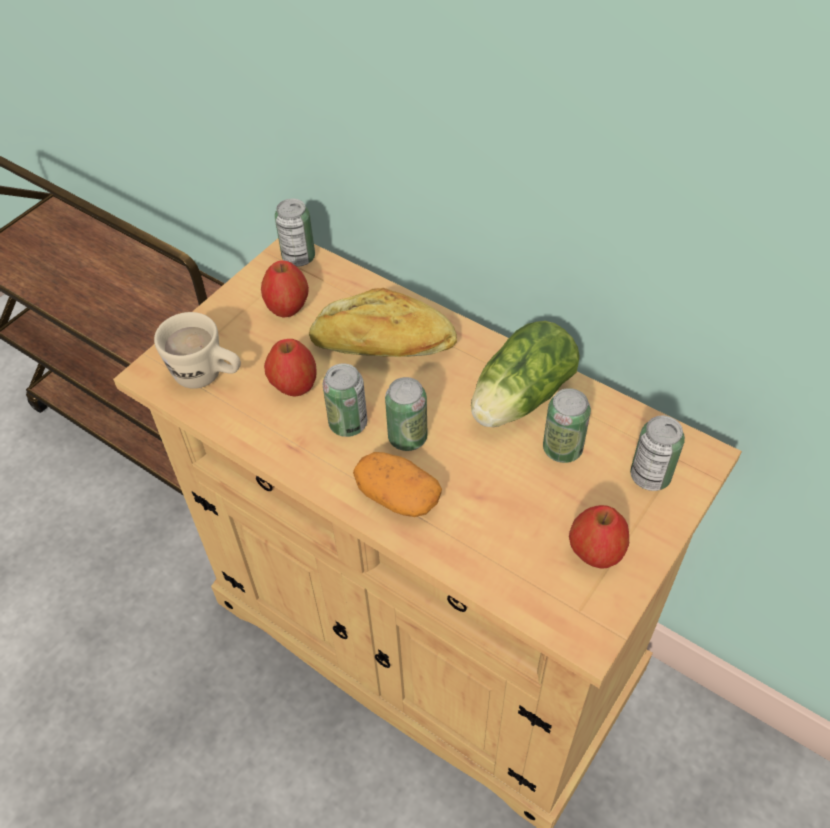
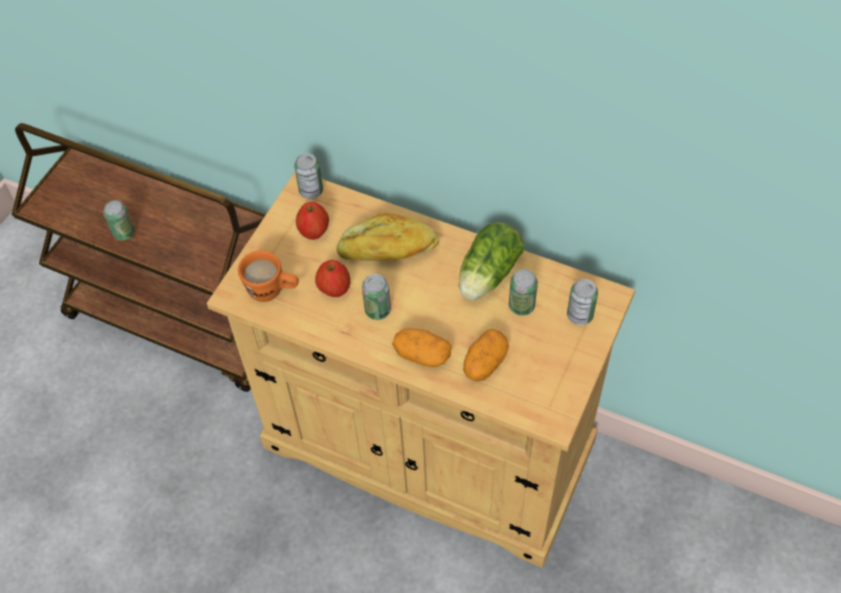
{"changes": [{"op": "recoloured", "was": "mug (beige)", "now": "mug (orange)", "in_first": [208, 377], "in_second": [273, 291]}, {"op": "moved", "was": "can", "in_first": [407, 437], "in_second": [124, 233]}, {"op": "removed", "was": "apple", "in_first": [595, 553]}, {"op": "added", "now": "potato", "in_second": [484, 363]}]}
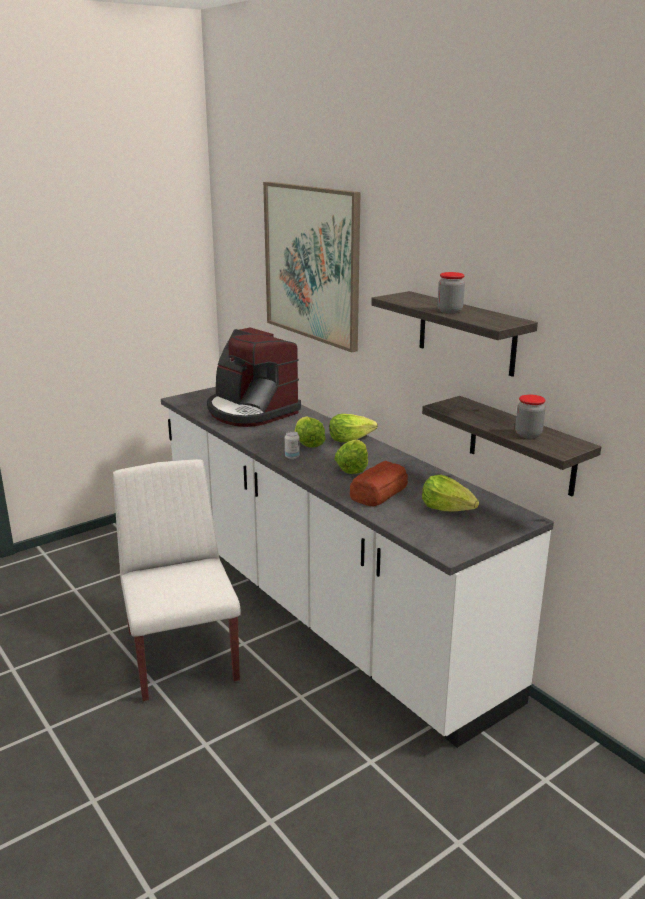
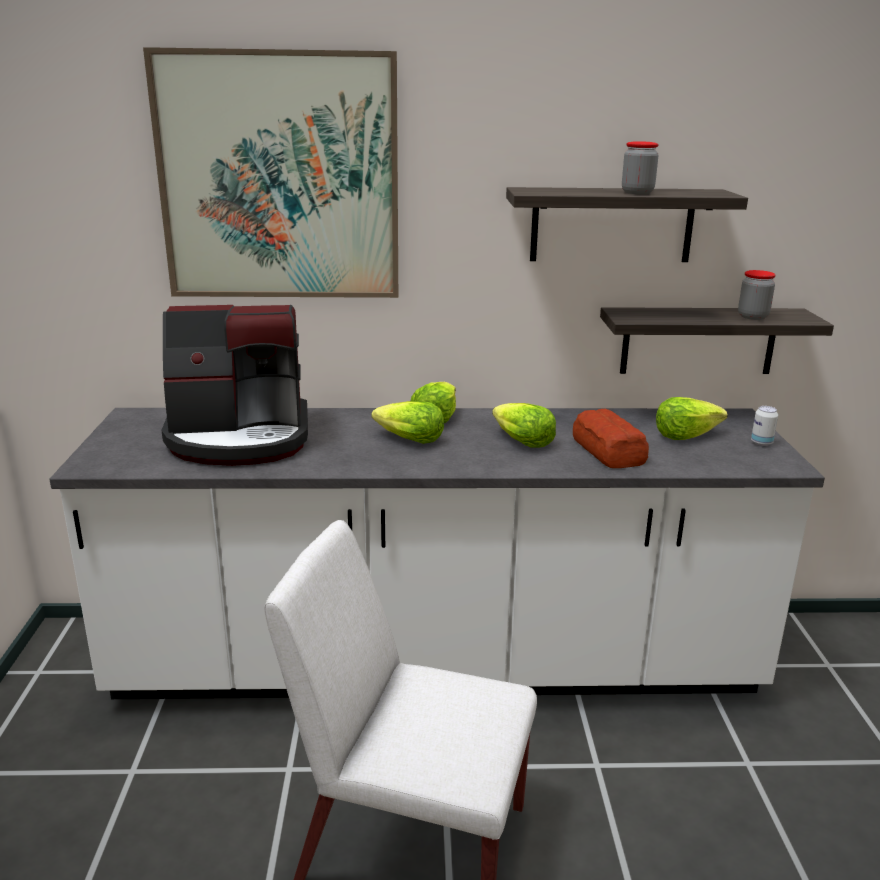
{"changes": [{"op": "moved", "was": "can", "in_first": [292, 457], "in_second": [761, 443]}]}
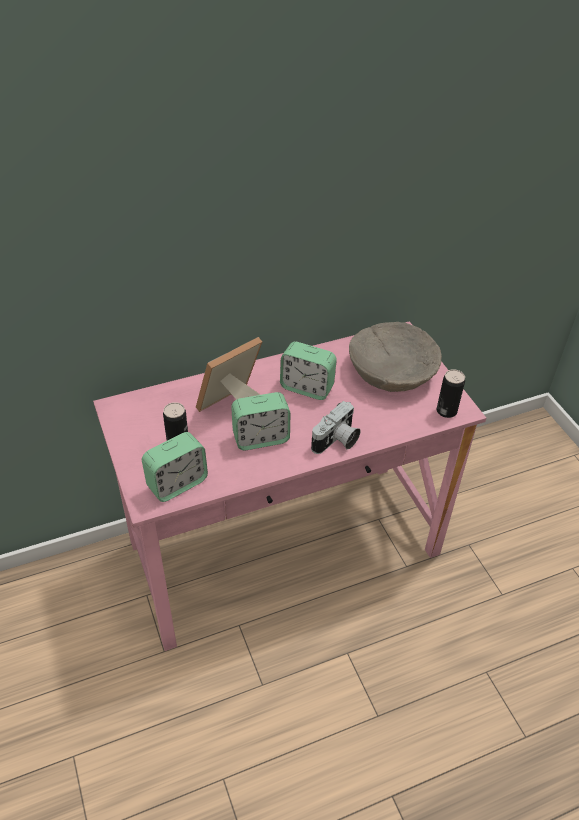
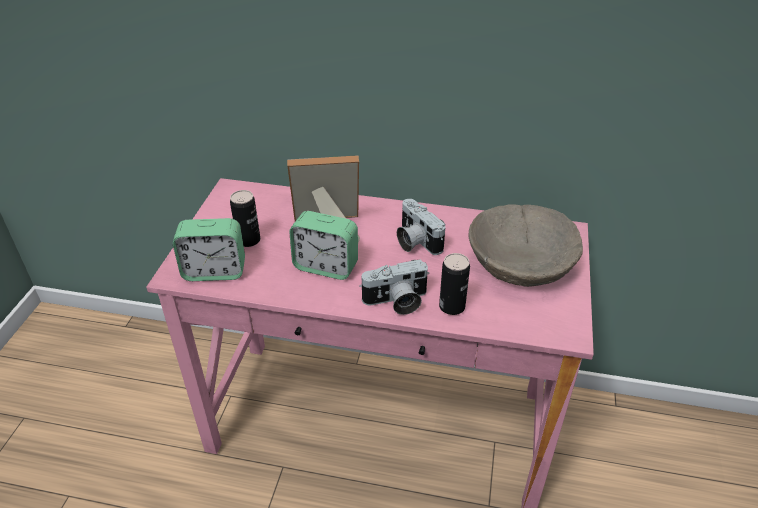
{"changes": [{"op": "replaced", "was": "alarm clock", "now": "photo camera", "in_first": [307, 387], "in_second": [415, 241]}, {"op": "moved", "was": "can", "in_first": [446, 411], "in_second": [452, 306]}]}
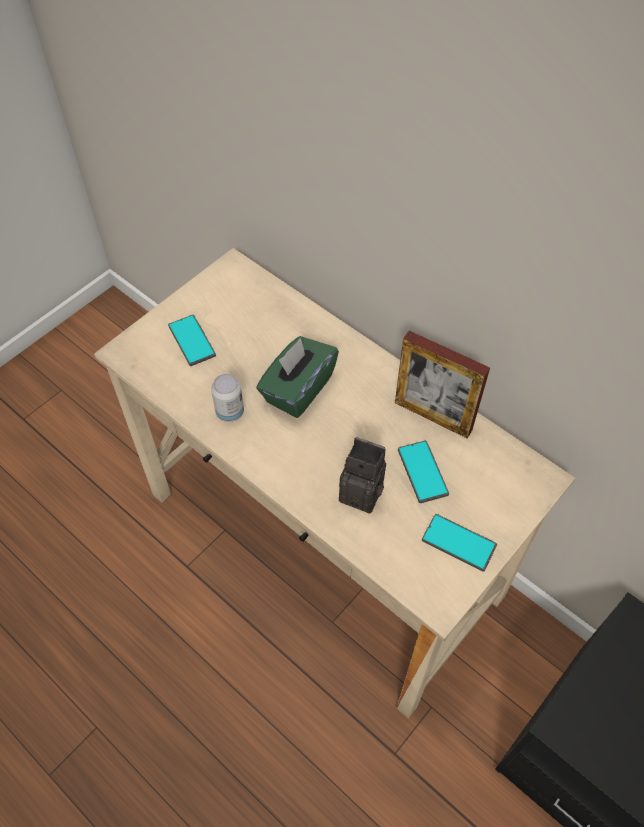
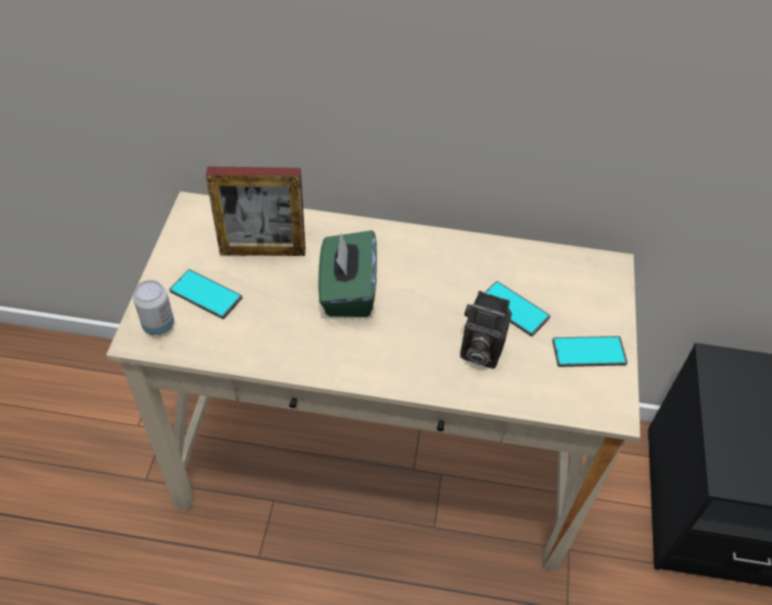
{"changes": [{"op": "moved", "was": "picture frame", "in_first": [433, 416], "in_second": [262, 251]}, {"op": "moved", "was": "can", "in_first": [230, 412], "in_second": [158, 325]}, {"op": "turned", "was": "photo camera", "in_first": [364, 492], "in_second": [478, 351], "clockwise": -150}]}
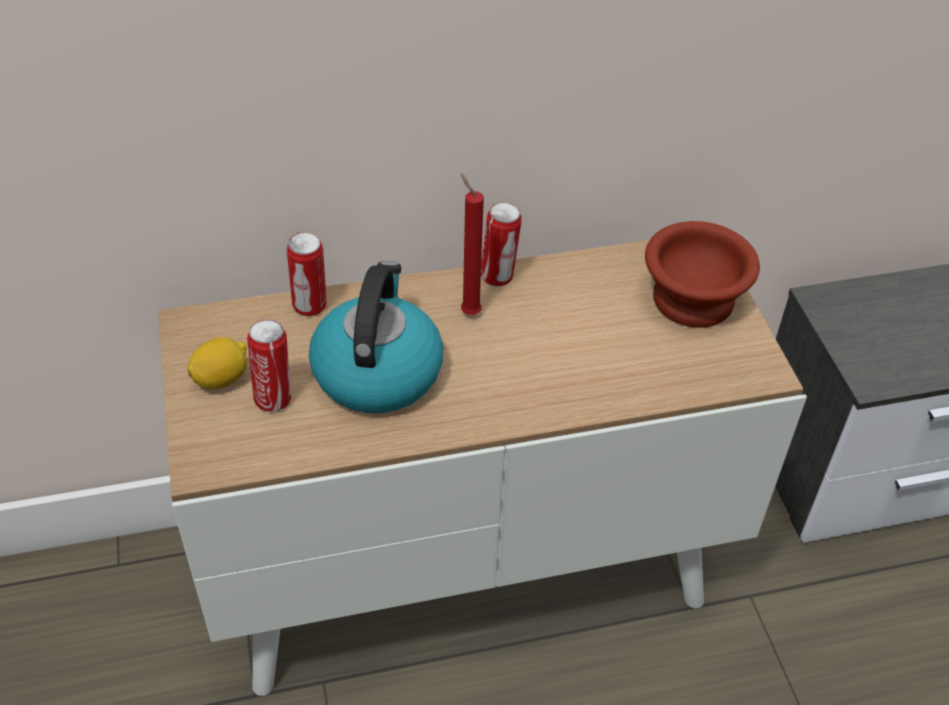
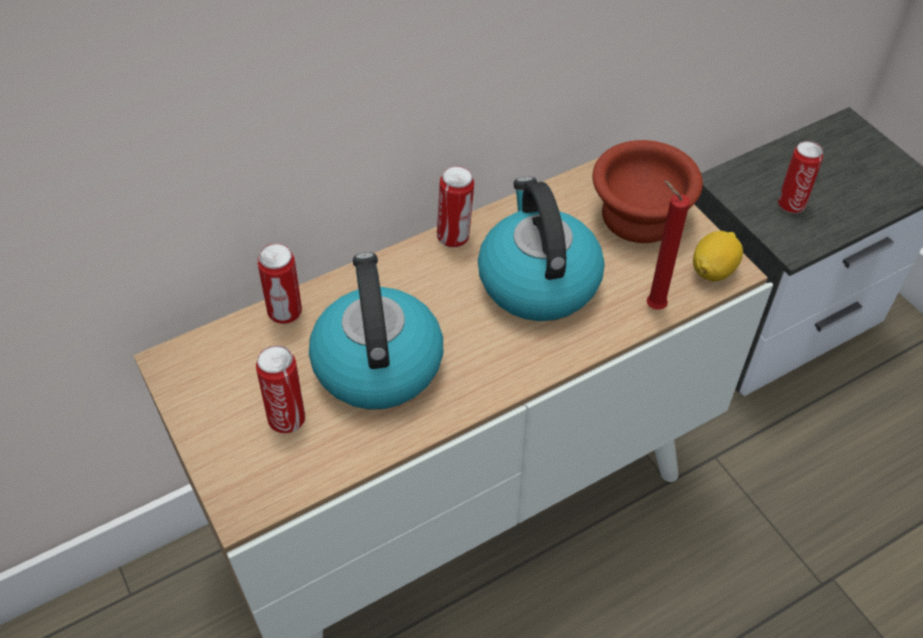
{"changes": [{"op": "moved", "was": "candle (red)", "in_first": [468, 311], "in_second": [652, 305]}, {"op": "moved", "was": "lemon", "in_first": [221, 378], "in_second": [713, 270]}, {"op": "added", "now": "can", "in_second": [791, 203]}, {"op": "added", "now": "kettle", "in_second": [537, 280]}]}
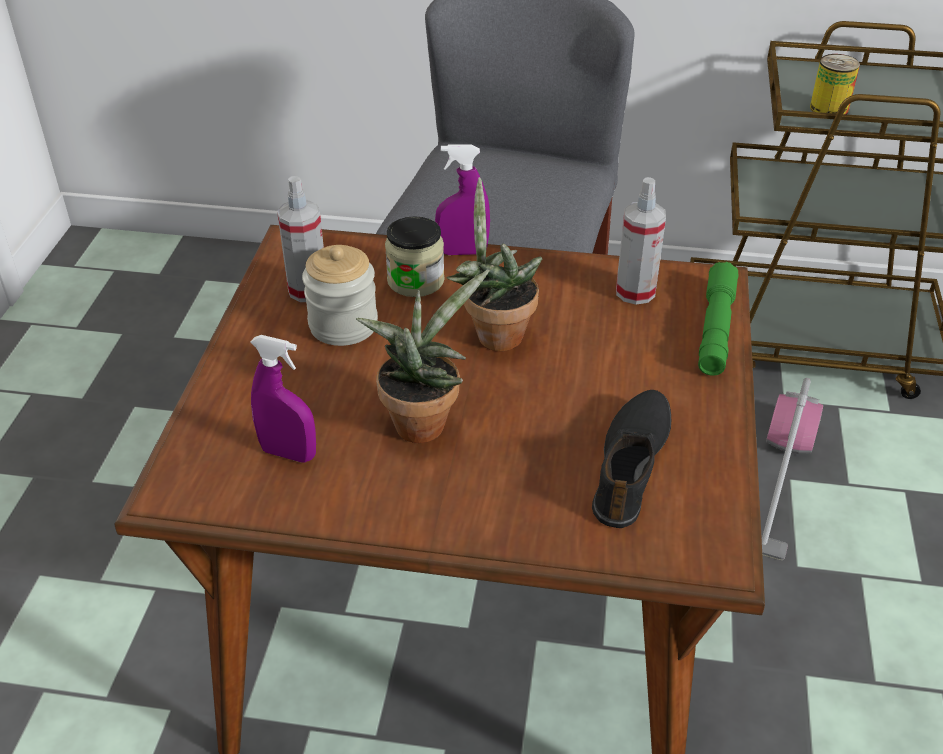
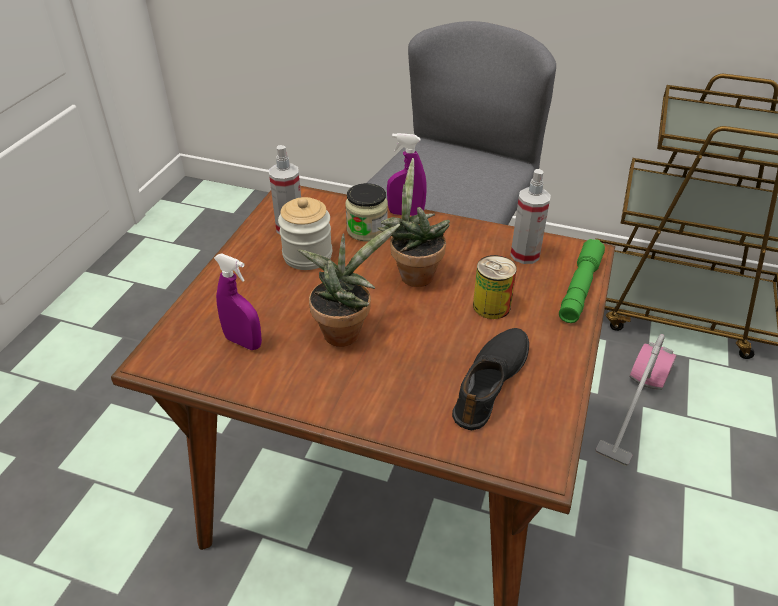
{"changes": [{"op": "moved", "was": "can", "in_first": [829, 109], "in_second": [491, 306]}]}
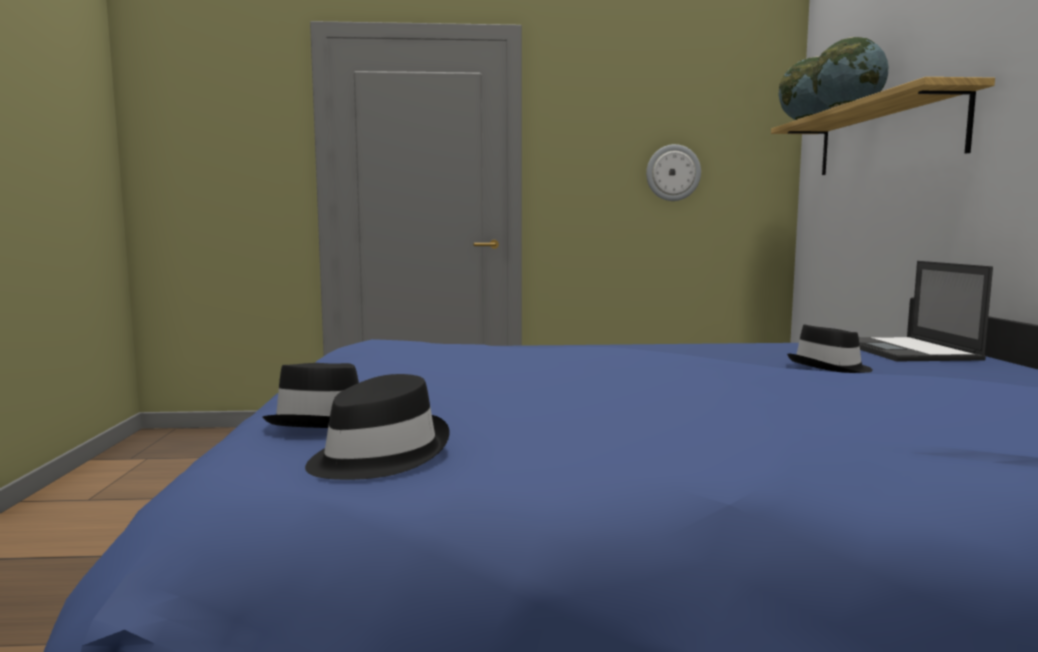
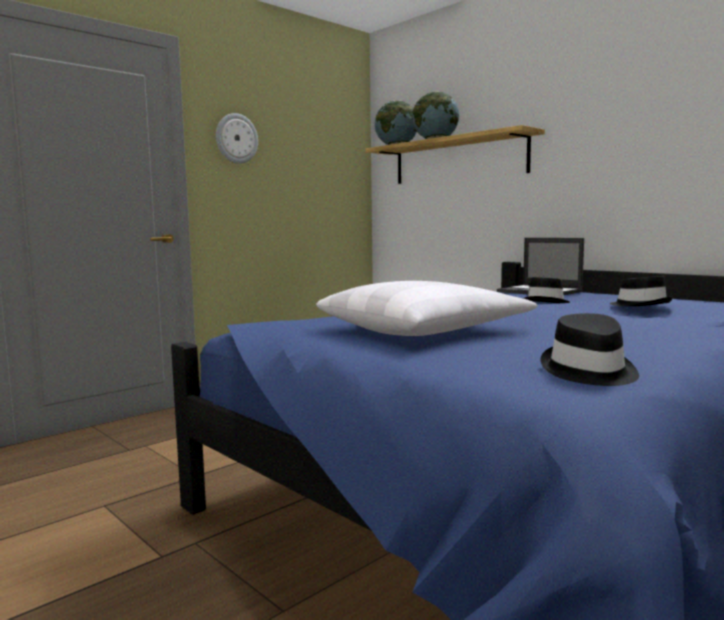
{"changes": [{"op": "moved", "was": "wall clock", "in_first": [673, 173], "in_second": [236, 138]}, {"op": "moved", "was": "hat (black)", "in_first": [325, 421], "in_second": [640, 305]}, {"op": "added", "now": "pillow (white)", "in_second": [423, 329]}]}
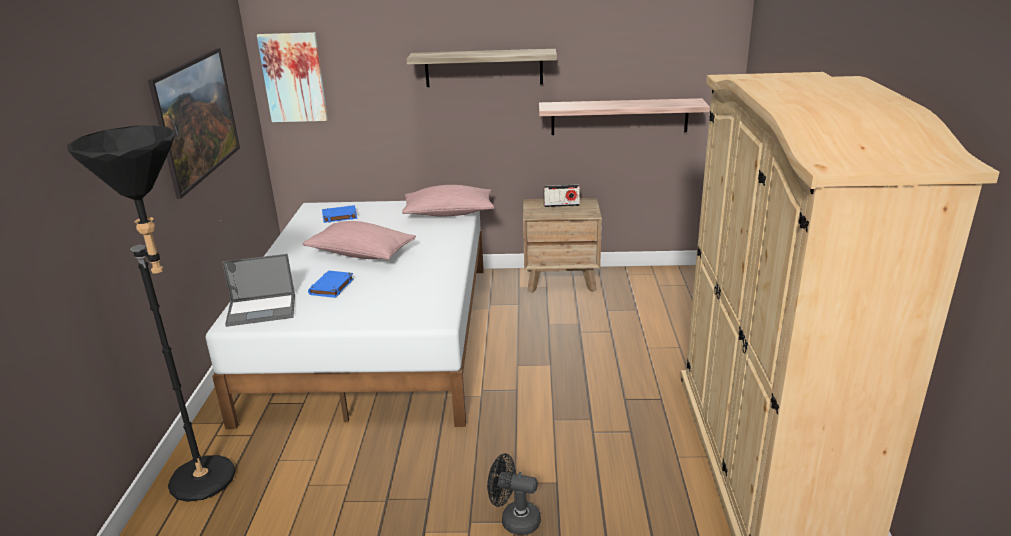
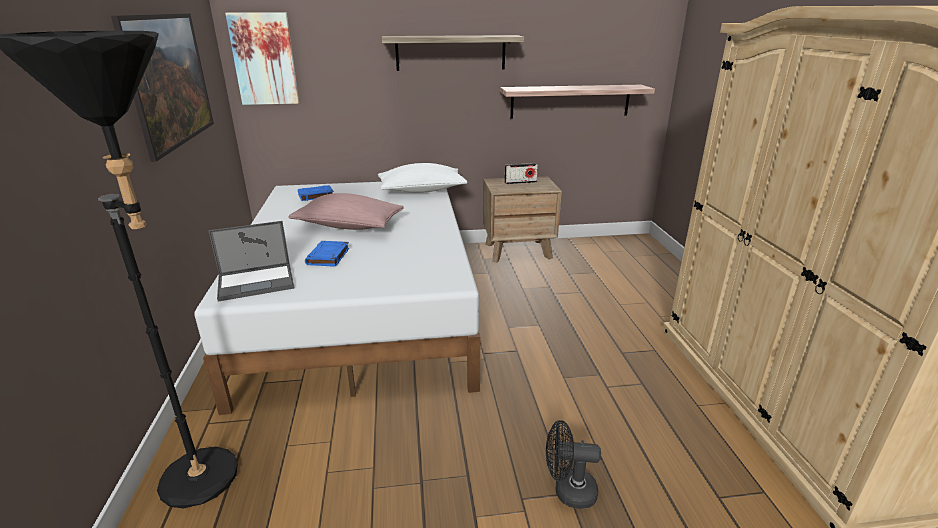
{"changes": [{"op": "recoloured", "was": "pillow (pink)", "now": "pillow (white)", "in_first": [449, 213], "in_second": [422, 190]}]}
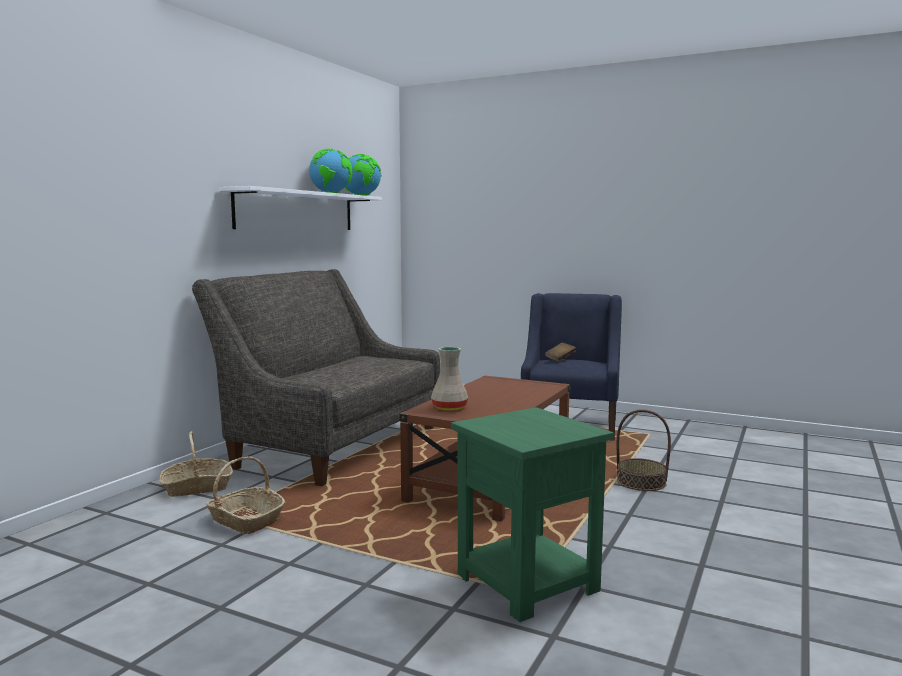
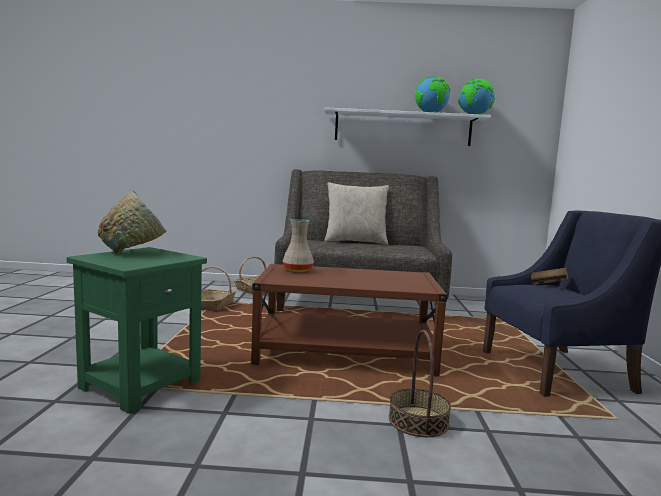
{"changes": [{"op": "added", "now": "pillow (beige)", "in_second": [355, 242]}, {"op": "added", "now": "bowl (green)", "in_second": [135, 252]}]}
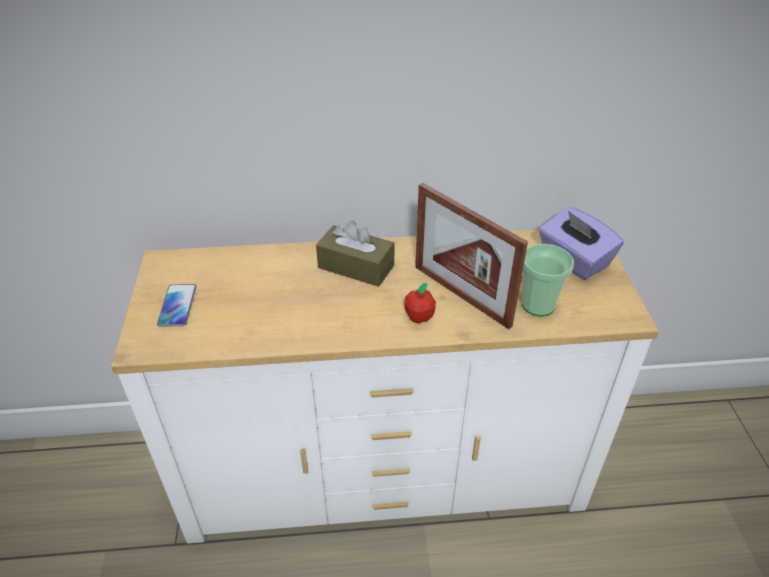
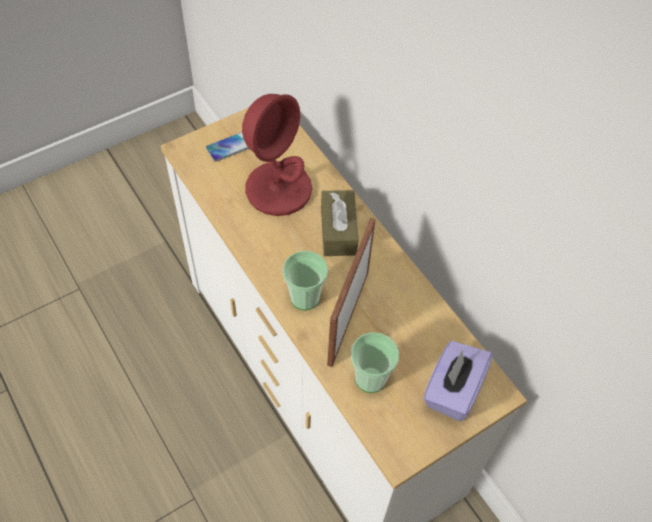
{"changes": [{"op": "replaced", "was": "apple", "now": "cup", "in_first": [419, 317], "in_second": [305, 297]}, {"op": "added", "now": "table lamp (red)", "in_second": [279, 189]}]}
